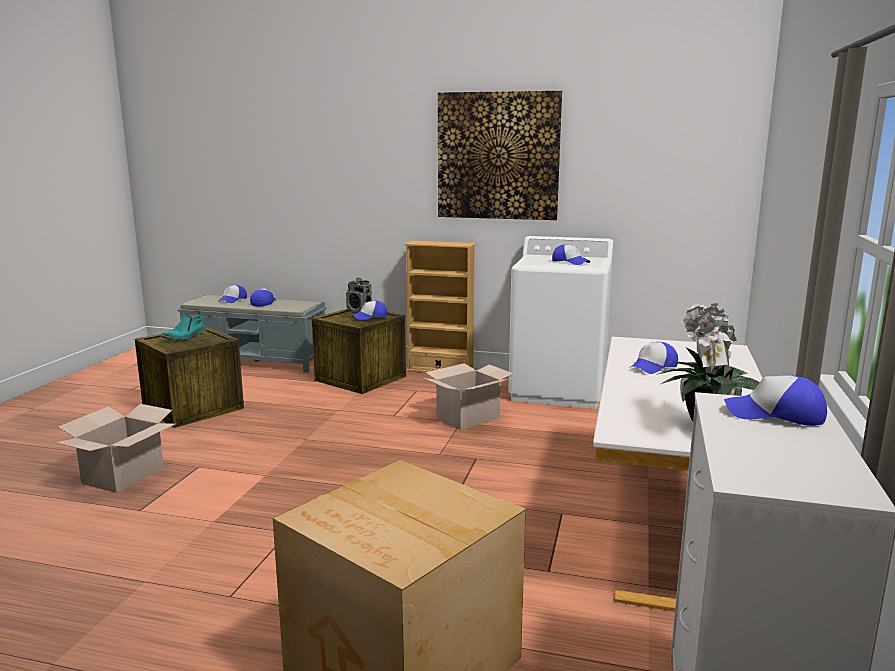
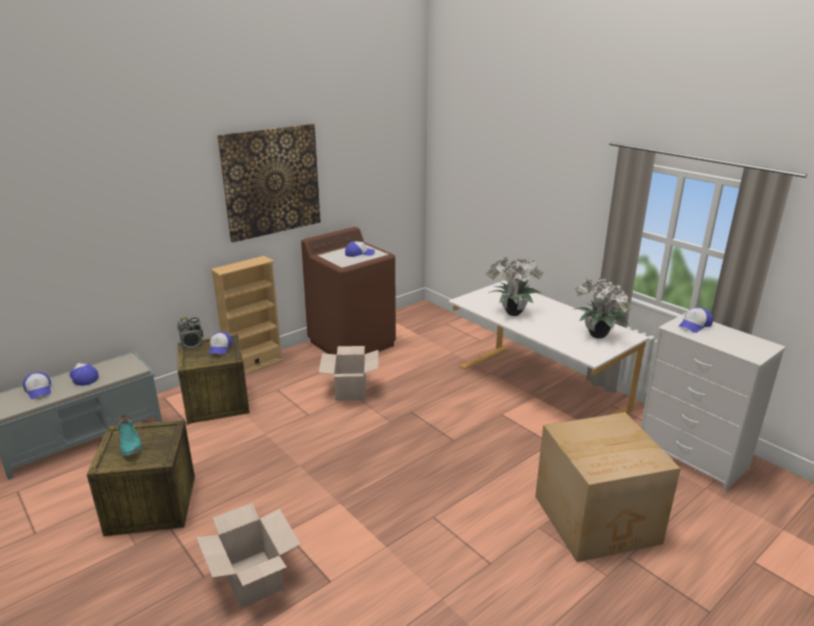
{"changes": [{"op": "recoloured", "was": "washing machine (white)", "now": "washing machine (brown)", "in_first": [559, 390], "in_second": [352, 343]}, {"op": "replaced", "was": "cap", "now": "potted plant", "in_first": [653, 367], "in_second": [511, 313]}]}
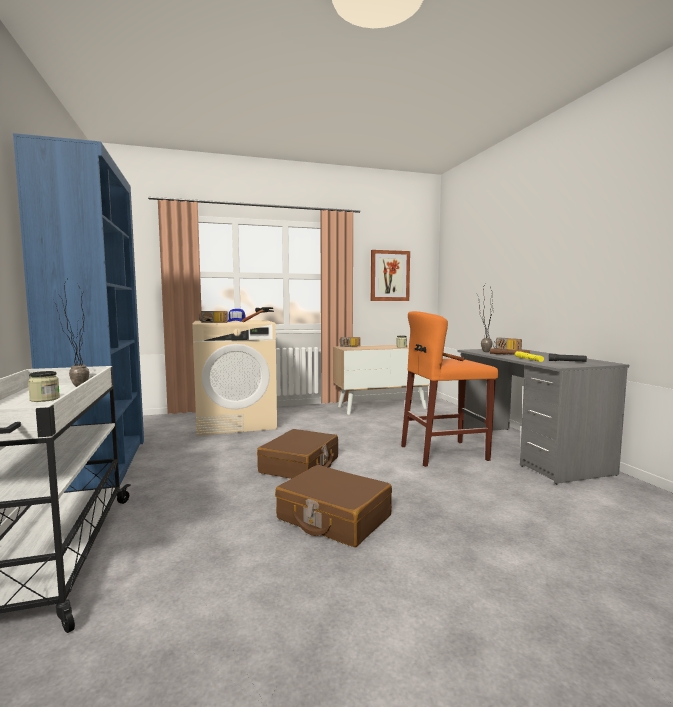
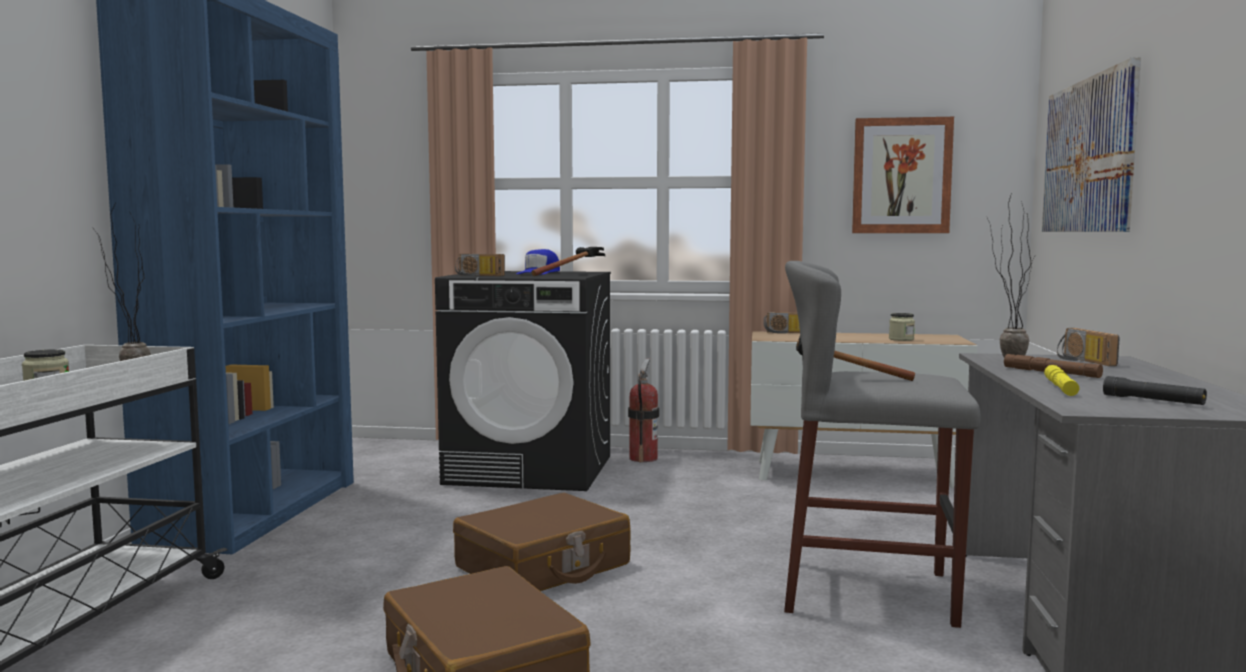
{"changes": [{"op": "recoloured", "was": "stool (orange)", "now": "stool (grey)", "in_first": [444, 453], "in_second": [868, 592]}, {"op": "recoloured", "was": "washing machine (beige)", "now": "washing machine (black)", "in_first": [236, 422], "in_second": [531, 469]}, {"op": "added", "now": "picture", "in_second": [1088, 155]}, {"op": "added", "now": "fire extinguisher", "in_second": [643, 458]}]}
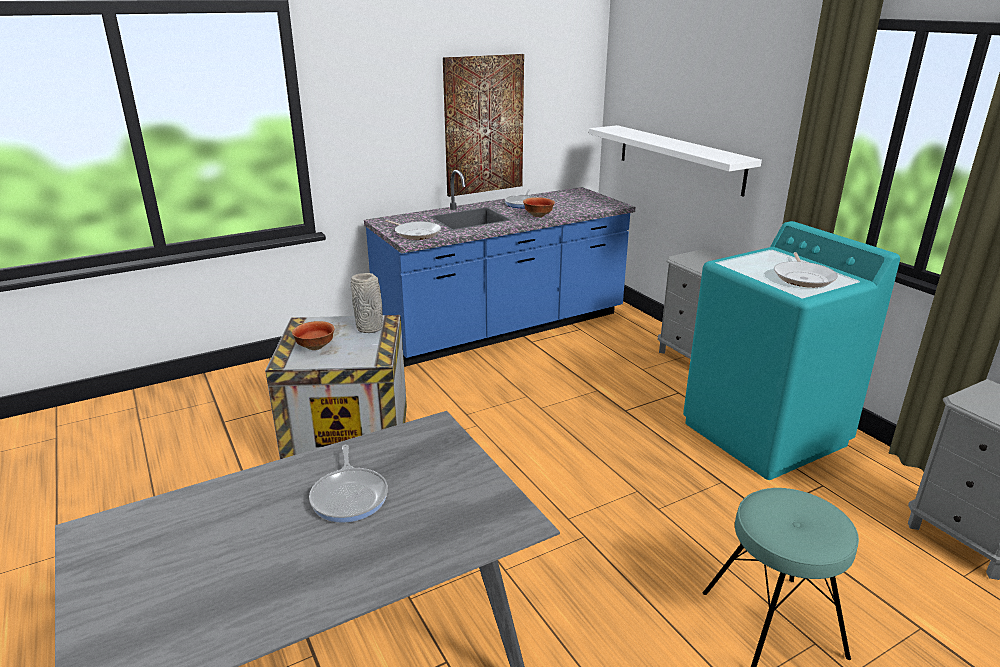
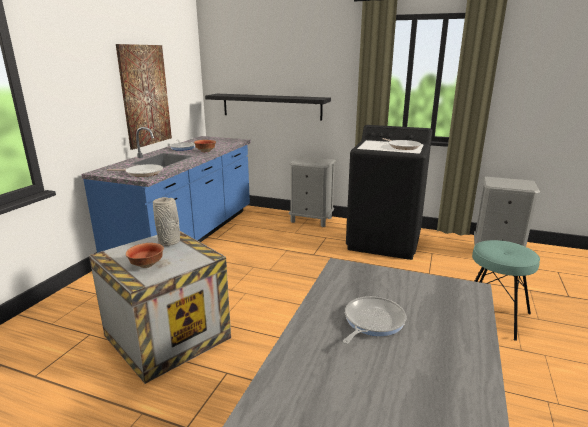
{"changes": [{"op": "recoloured", "was": "shelf (white)", "now": "shelf (black)", "in_first": [679, 158], "in_second": [271, 106]}, {"op": "recoloured", "was": "washing machine (turquoise)", "now": "washing machine (black)", "in_first": [765, 434], "in_second": [384, 241]}, {"op": "turned", "was": "frying pan", "in_first": [350, 496], "in_second": [372, 321], "clockwise": -90}]}
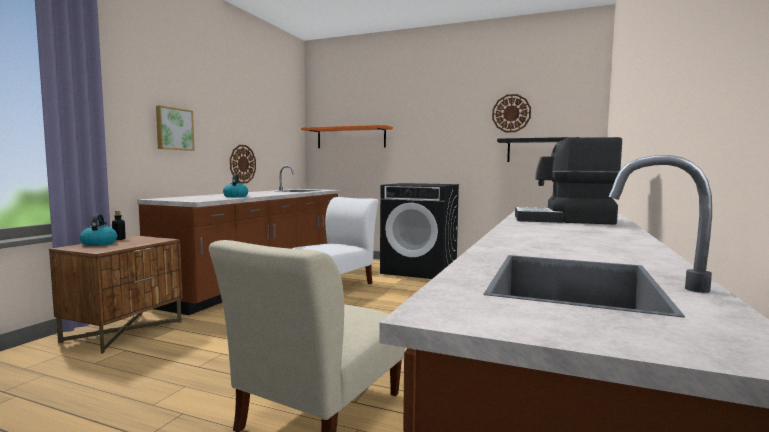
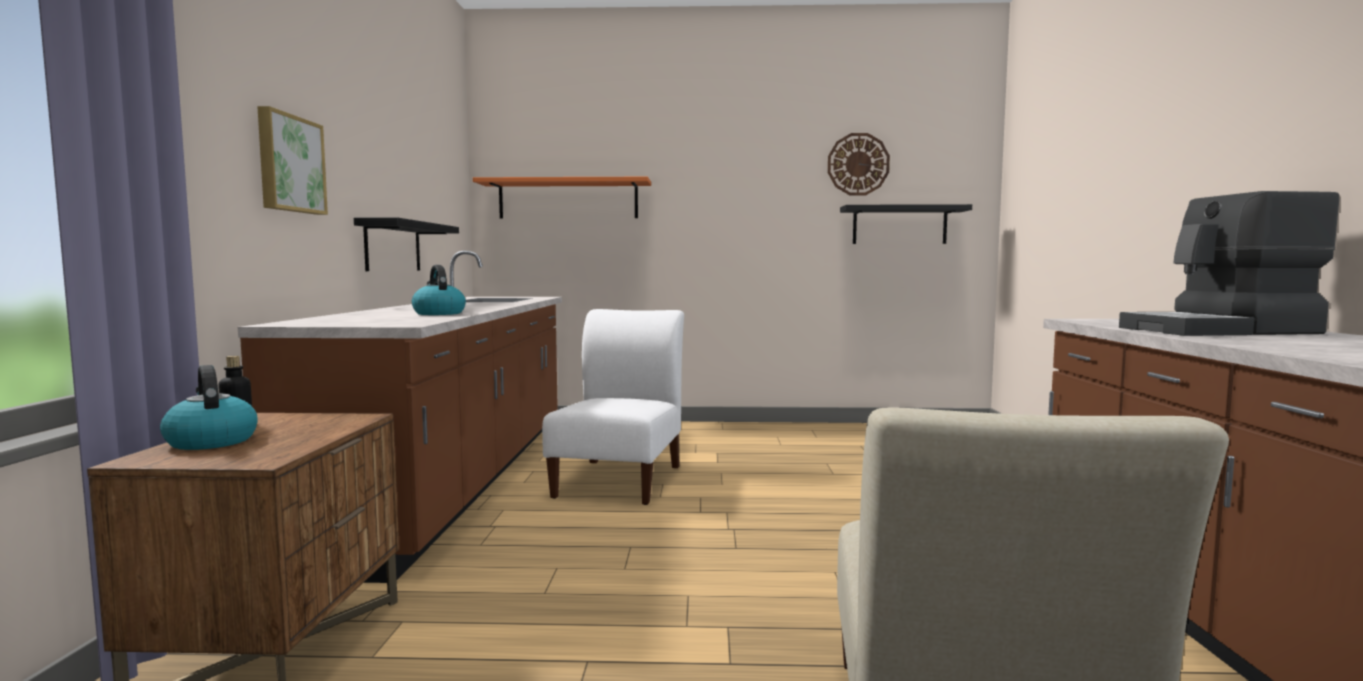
{"changes": [{"op": "replaced", "was": "wall clock", "now": "shelf (black)", "in_first": [242, 164], "in_second": [393, 246]}, {"op": "removed", "was": "washing machine (black)", "in_first": [420, 270]}]}
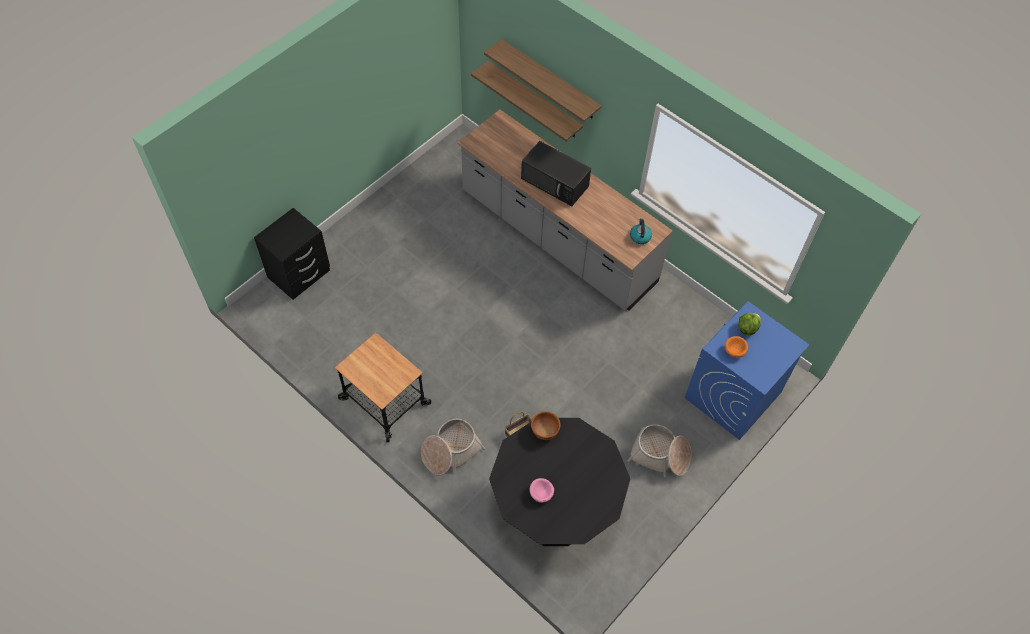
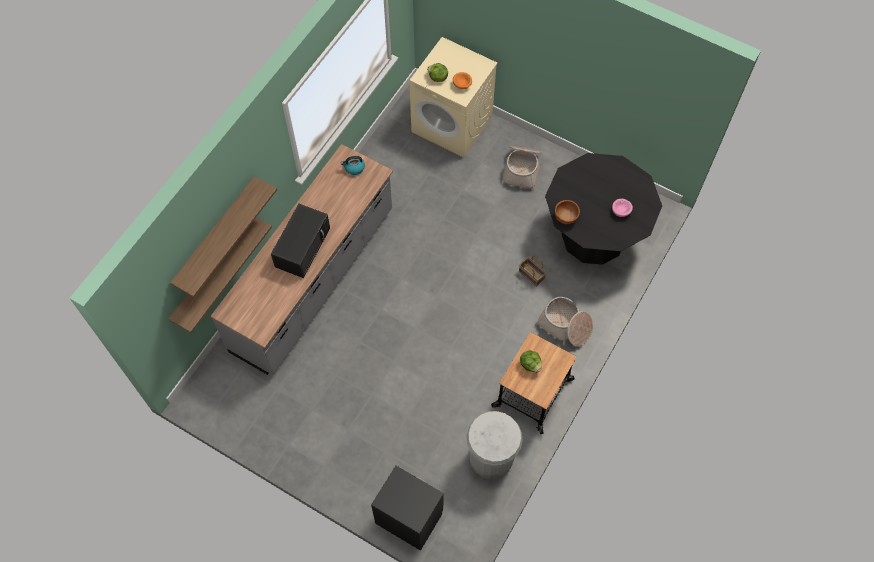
{"changes": [{"op": "recoloured", "was": "washing machine (blue)", "now": "washing machine (beige)", "in_first": [732, 396], "in_second": [452, 124]}, {"op": "added", "now": "lettuce", "in_second": [530, 364]}, {"op": "added", "now": "trash can (white)", "in_second": [491, 458]}]}
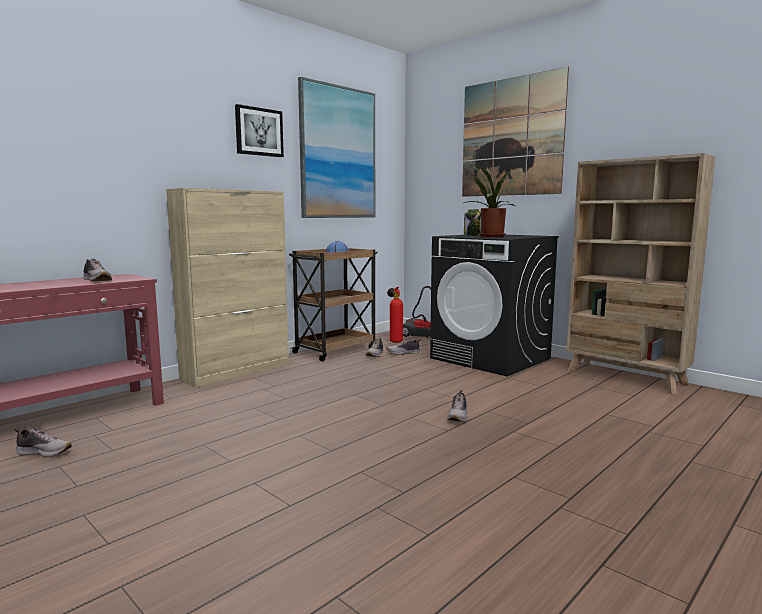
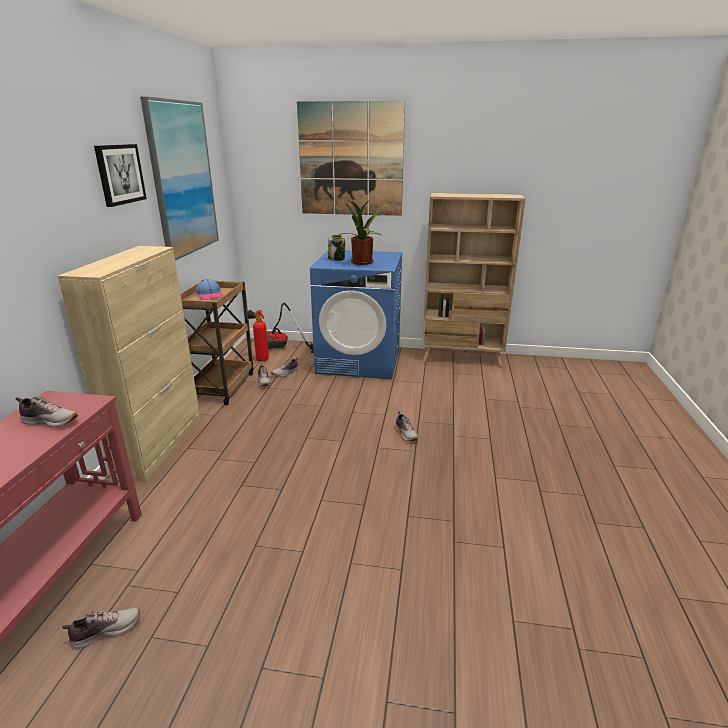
{"changes": [{"op": "recoloured", "was": "washing machine (black)", "now": "washing machine (blue)", "in_first": [491, 358], "in_second": [359, 361]}]}
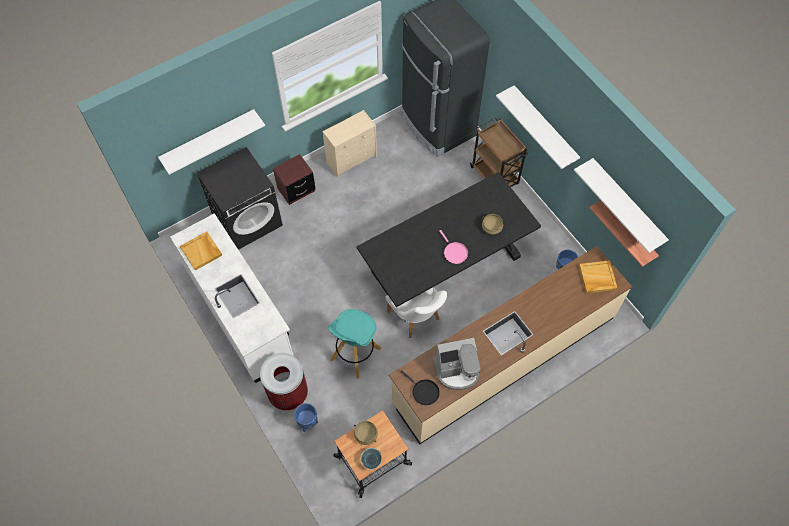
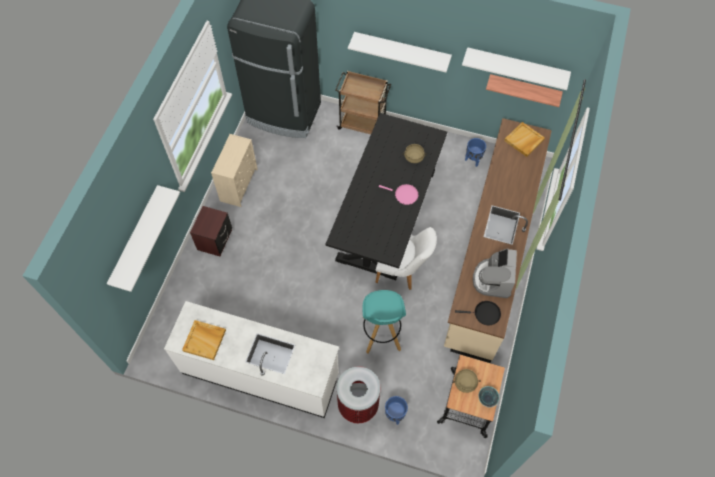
{"changes": [{"op": "removed", "was": "washing machine (black)", "in_first": [247, 219]}, {"op": "turned", "was": "coffee machine", "in_first": [457, 370], "in_second": [493, 279], "clockwise": 150}]}
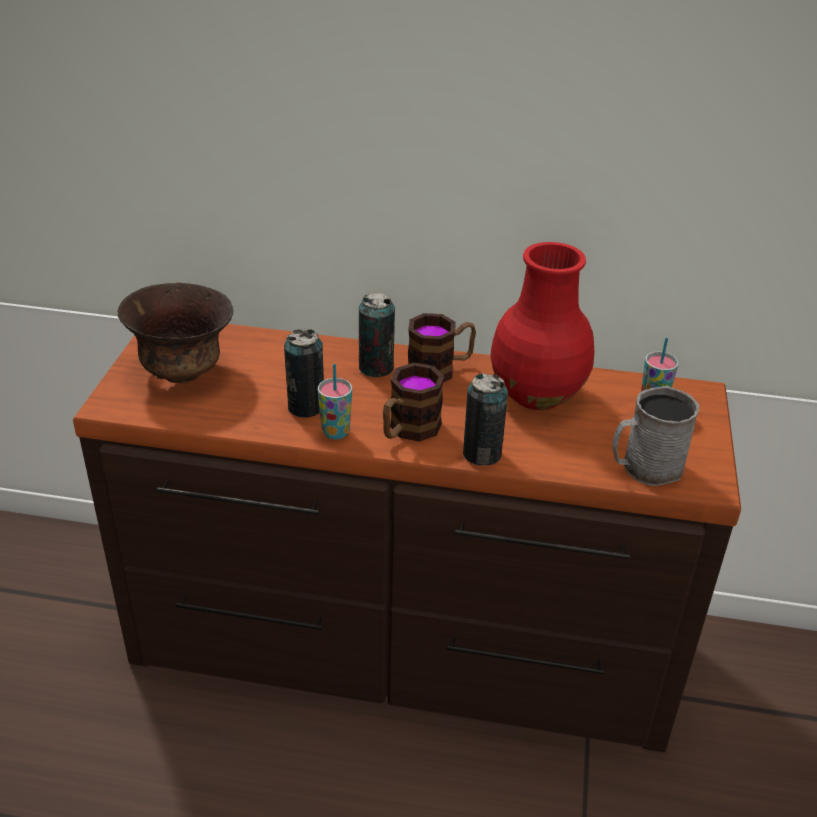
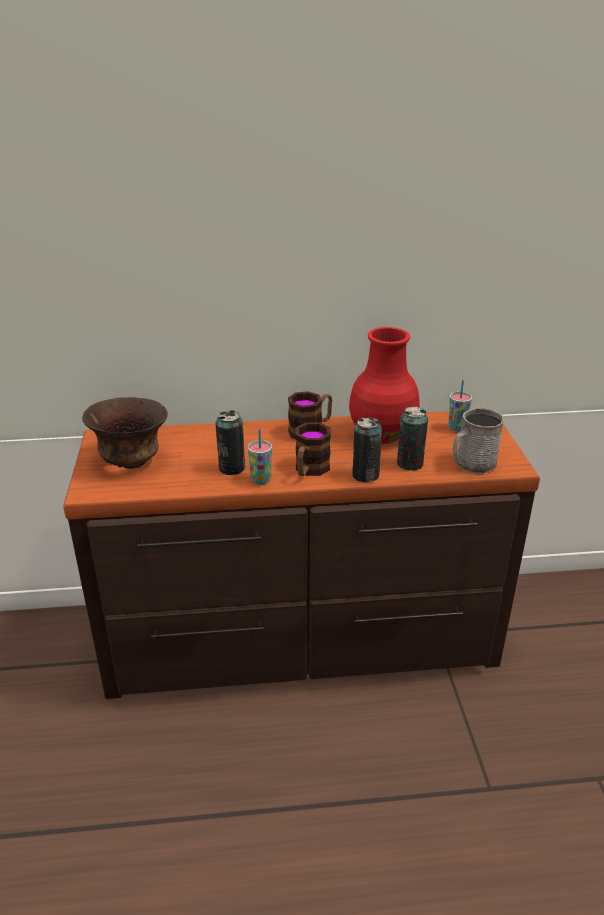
{"changes": [{"op": "moved", "was": "can", "in_first": [376, 368], "in_second": [410, 464]}]}
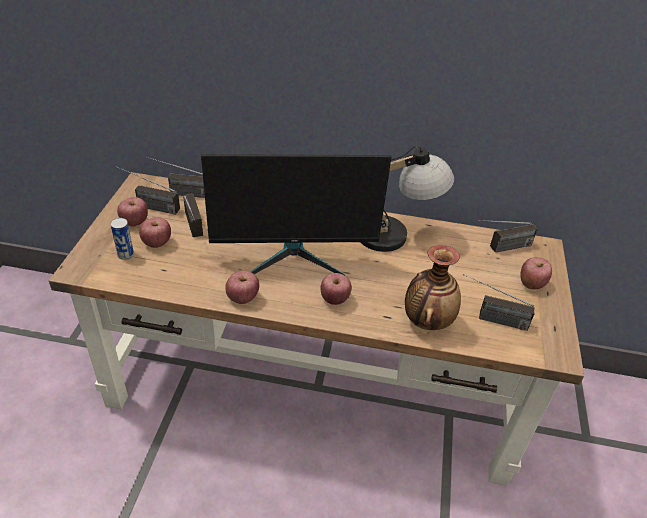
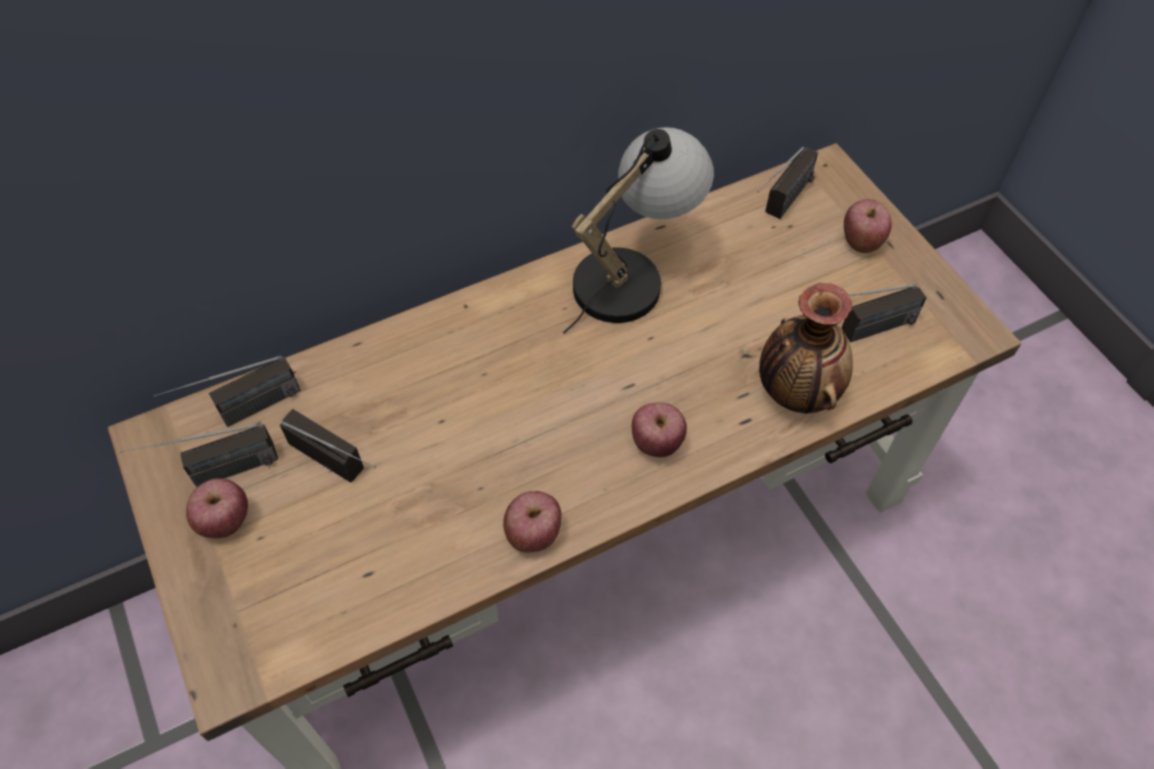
{"changes": [{"op": "removed", "was": "monitor", "in_first": [294, 256]}, {"op": "removed", "was": "apple", "in_first": [157, 243]}, {"op": "removed", "was": "can", "in_first": [125, 255]}]}
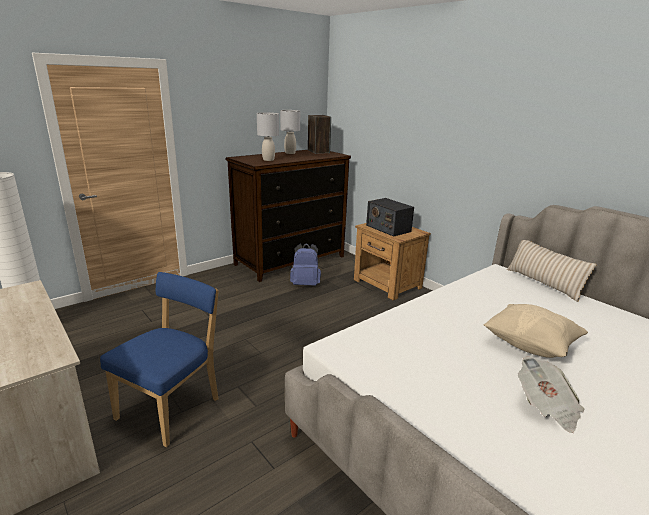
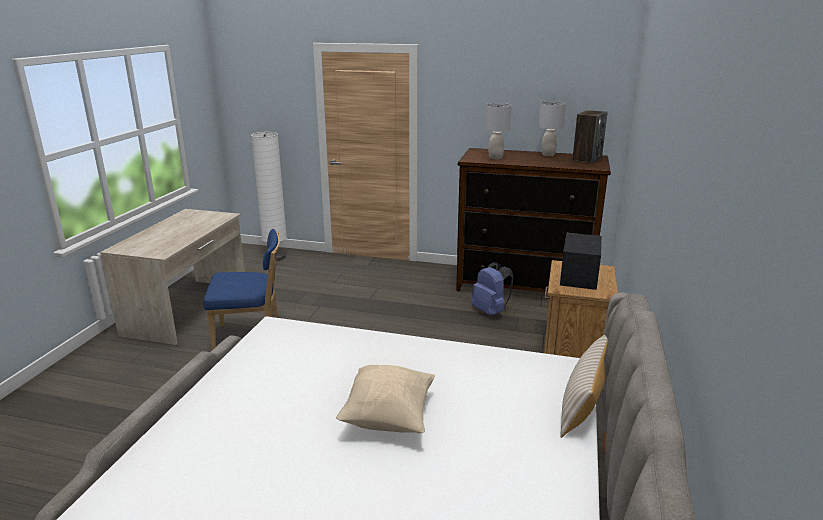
{"changes": [{"op": "removed", "was": "newspaper", "in_first": [547, 407]}]}
